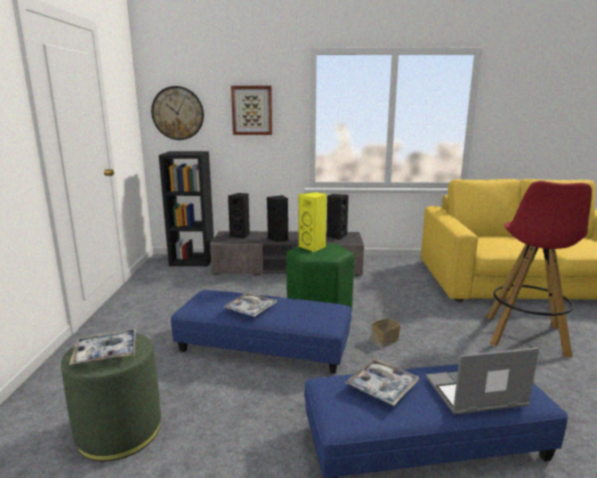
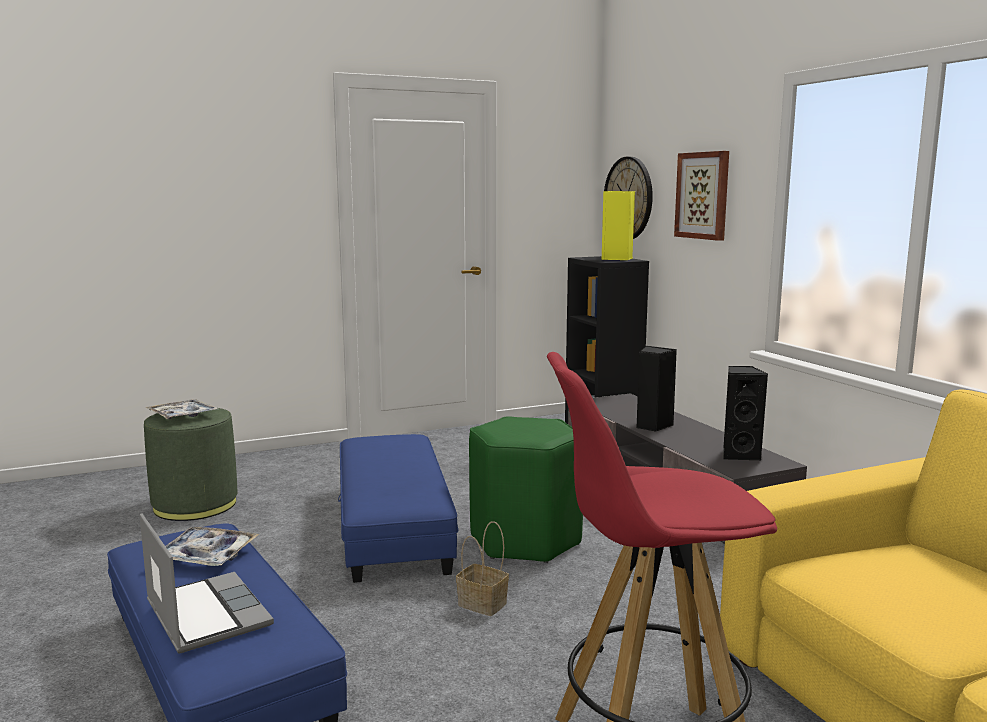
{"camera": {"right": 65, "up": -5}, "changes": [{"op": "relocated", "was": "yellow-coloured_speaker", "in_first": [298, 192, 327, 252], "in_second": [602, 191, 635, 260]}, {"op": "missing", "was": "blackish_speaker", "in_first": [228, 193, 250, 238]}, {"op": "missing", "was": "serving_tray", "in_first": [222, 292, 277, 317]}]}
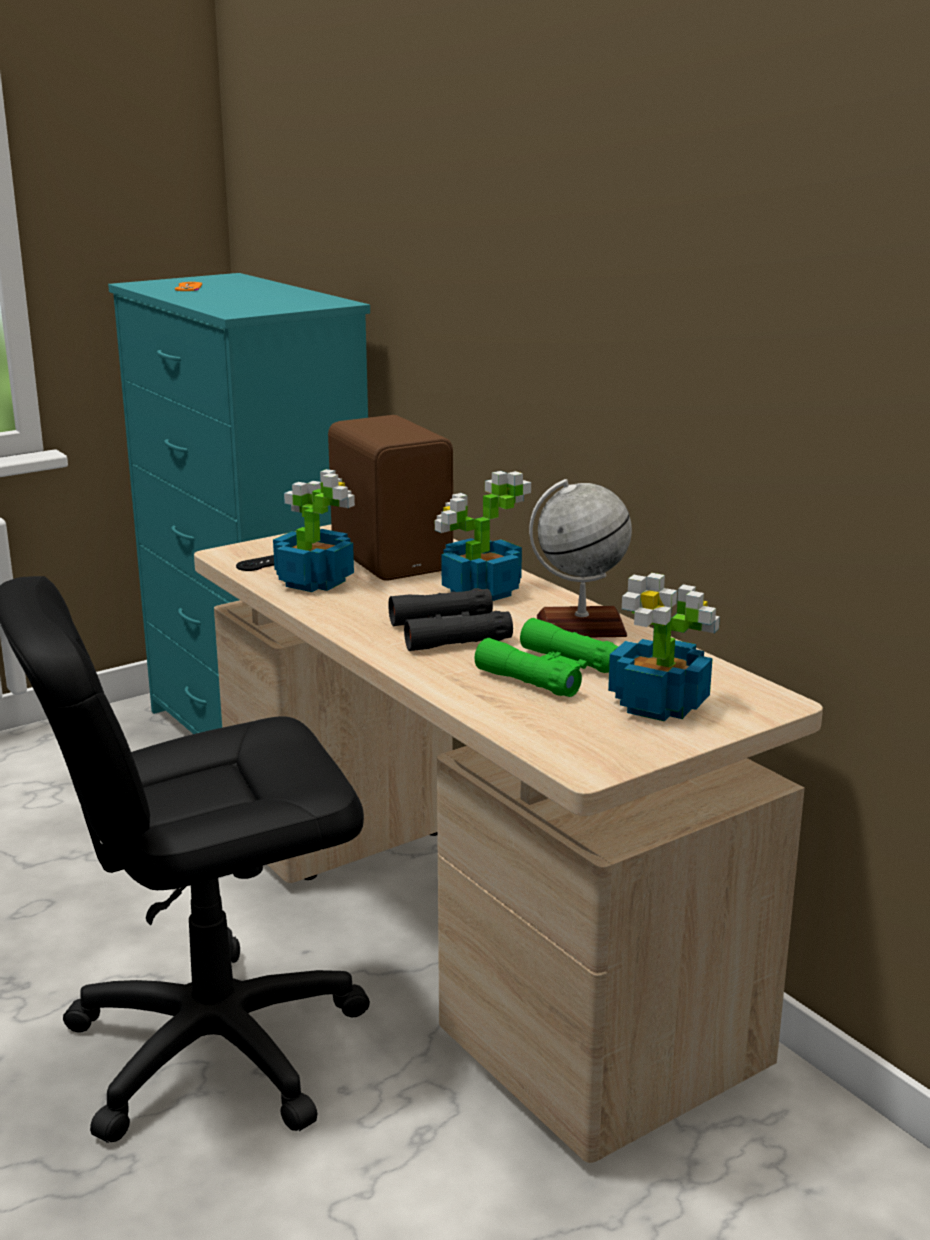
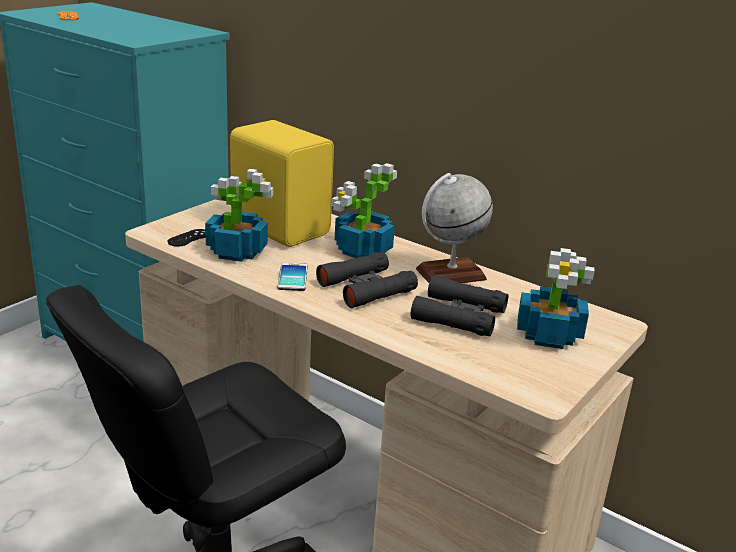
{"camera": {"right": -20, "up": 5}, "changes": [{"op": "colour", "was": "brownish_speaker", "now": "yellow-coloured_speaker", "in_first": [328, 415, 453, 580], "in_second": [230, 120, 334, 247]}, {"op": "colour", "was": "green_binoculars", "now": "blackish_binoculars", "in_first": [475, 618, 619, 697], "in_second": [410, 275, 508, 336]}, {"op": "appeared", "now": "handset", "in_second": [278, 263, 307, 291]}]}
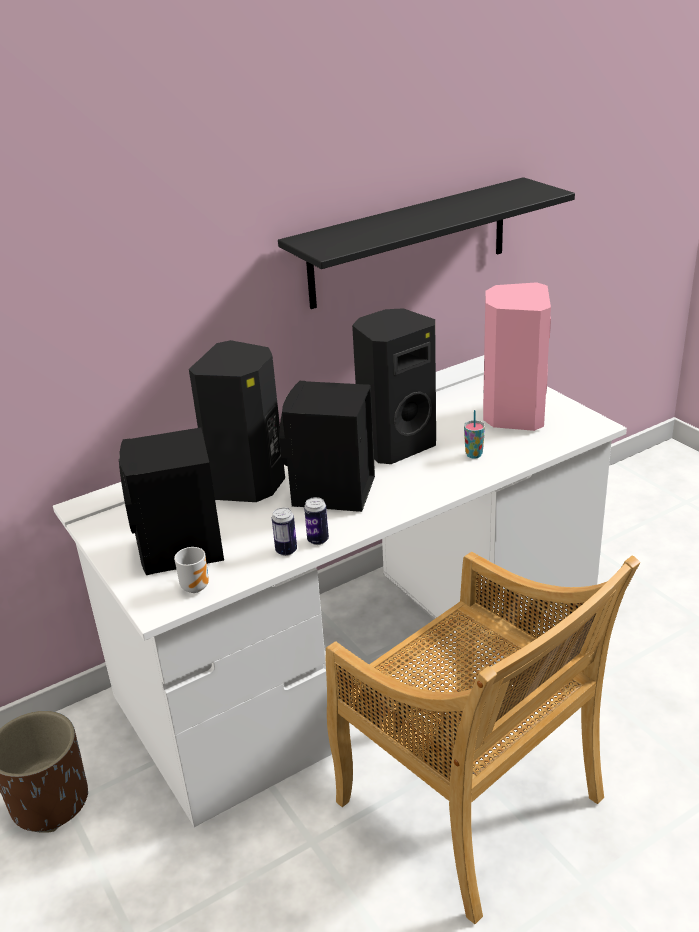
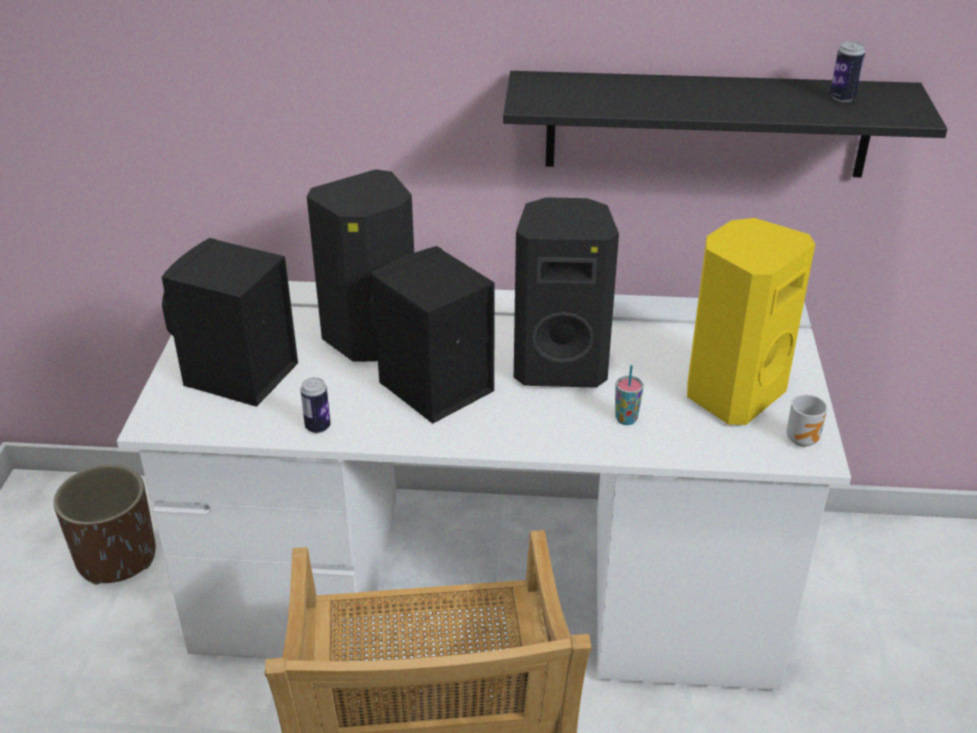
{"camera": {"right": 35, "up": 5}, "changes": [{"op": "colour", "was": "pink-coloured_speaker", "now": "yellow-coloured_speaker", "in_first": [483, 282, 551, 431], "in_second": [687, 218, 815, 425]}, {"op": "relocated", "was": "metal_can", "in_first": [304, 497, 329, 545], "in_second": [830, 41, 865, 102]}, {"op": "relocated", "was": "coffee_mug", "in_first": [174, 547, 209, 593], "in_second": [787, 395, 827, 447]}]}
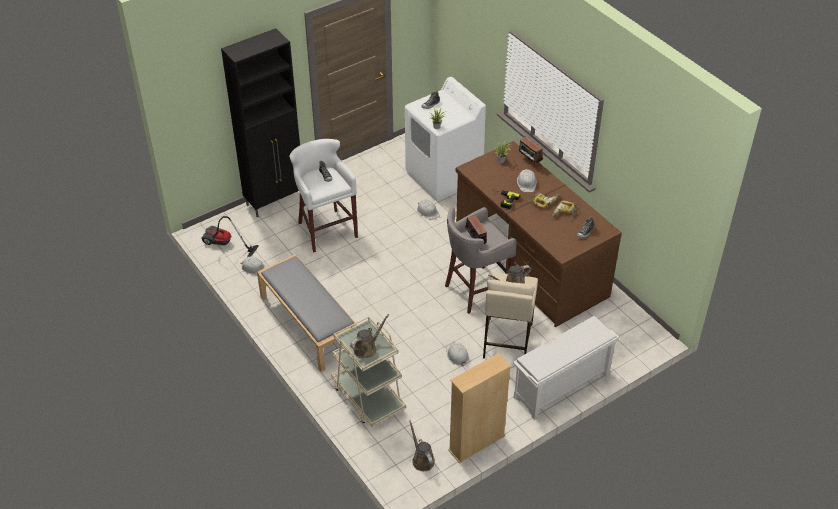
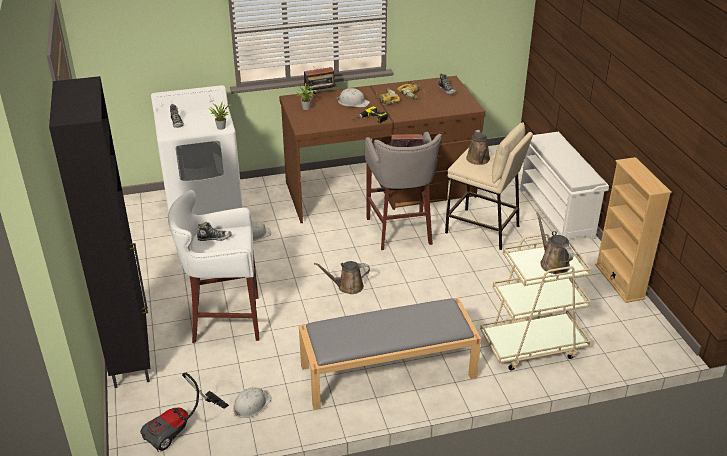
{"camera": {"right": -70, "up": -10}, "changes": [{"op": "missing", "was": "white_hard_hat", "in_first": [446, 342, 469, 366]}, {"op": "relocated", "was": "brownish_sprinkling_can", "in_first": [409, 421, 435, 471], "in_second": [314, 261, 370, 294]}]}
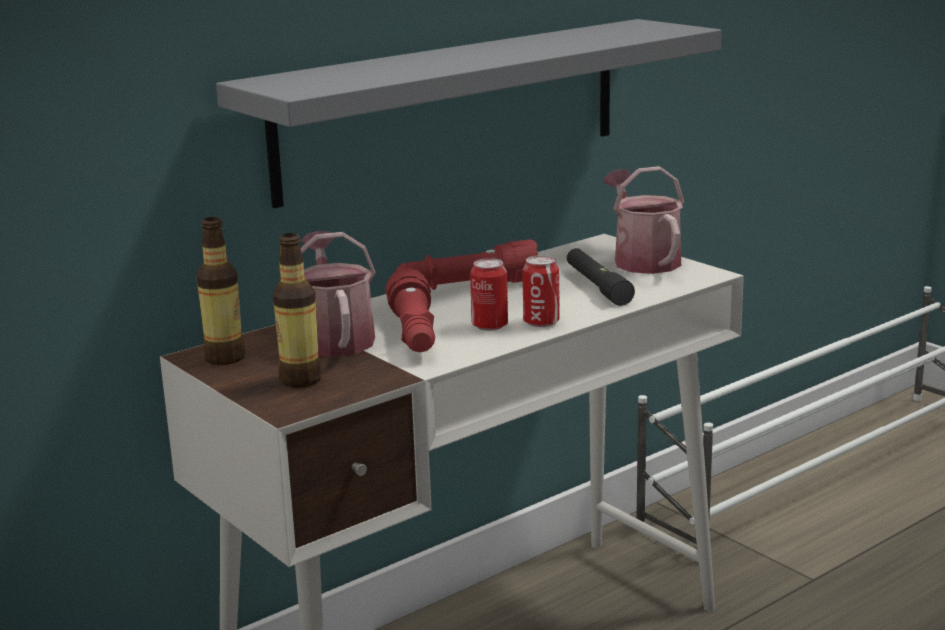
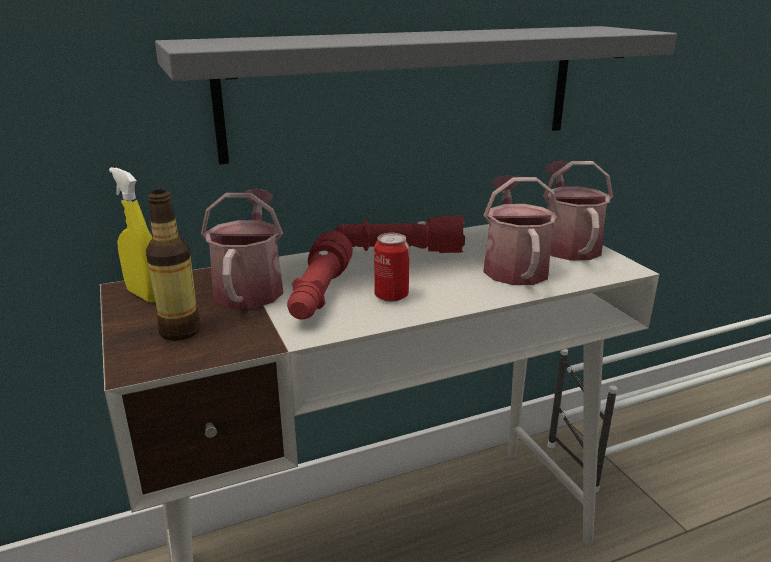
{"camera": {"right": 15, "up": 5}, "changes": [{"op": "exchanged", "was": "beverage_bottle", "now": "yellow-coloured_sprayer", "in_first": [196, 217, 245, 365], "in_second": [109, 167, 155, 302]}, {"op": "exchanged", "was": "blackish_flashlight", "now": "sprinkling_can", "in_first": [567, 248, 635, 306], "in_second": [483, 175, 560, 285]}, {"op": "missing", "was": "metal_can", "in_first": [523, 255, 560, 327]}]}
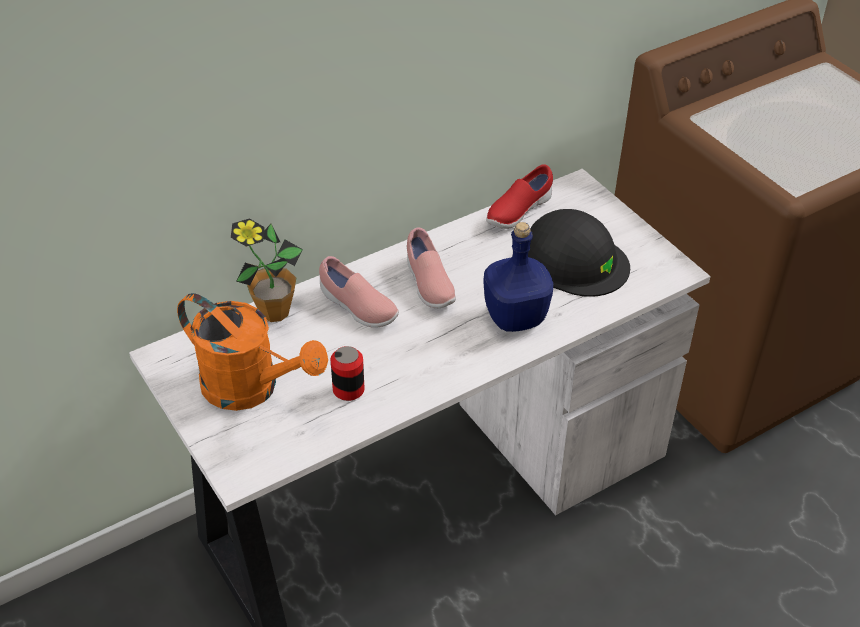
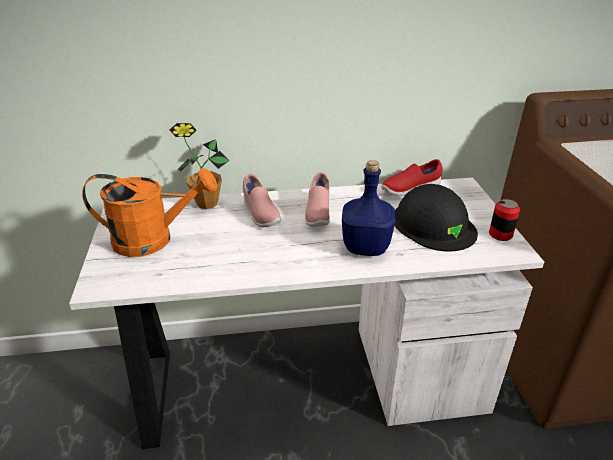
{"camera": {"right": 25, "up": -10}, "changes": [{"op": "spun", "was": "orangey_sprinkling_can", "in_first": [177, 293, 328, 411], "in_second": [82, 168, 217, 257], "clockwise": -60}, {"op": "relocated", "was": "metal_can", "in_first": [331, 346, 365, 401], "in_second": [489, 199, 520, 241]}]}
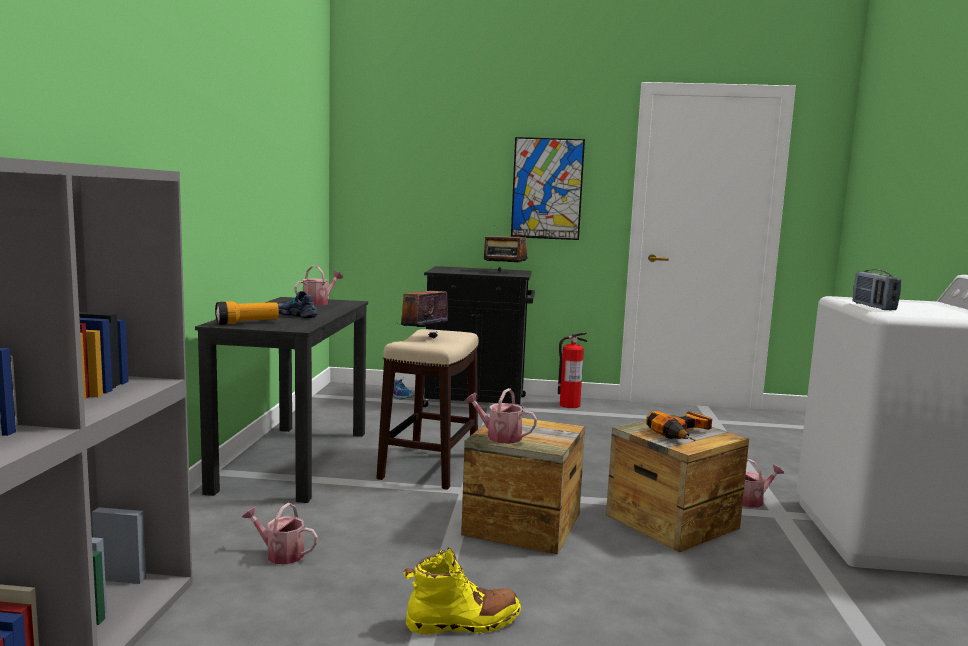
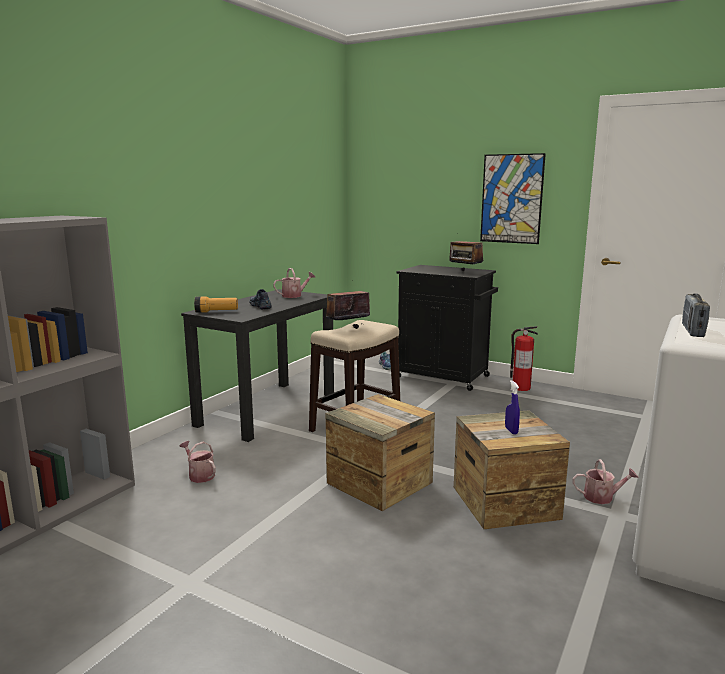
{"camera": {"right": 25, "up": 5}, "changes": [{"op": "missing", "was": "sprinkling_can", "in_first": [464, 388, 537, 444]}, {"op": "exchanged", "was": "power_drill", "now": "blue_sprayer", "in_first": [646, 411, 712, 441], "in_second": [505, 380, 520, 435]}, {"op": "missing", "was": "yellow-coloured_tall_boot", "in_first": [403, 548, 521, 636]}]}
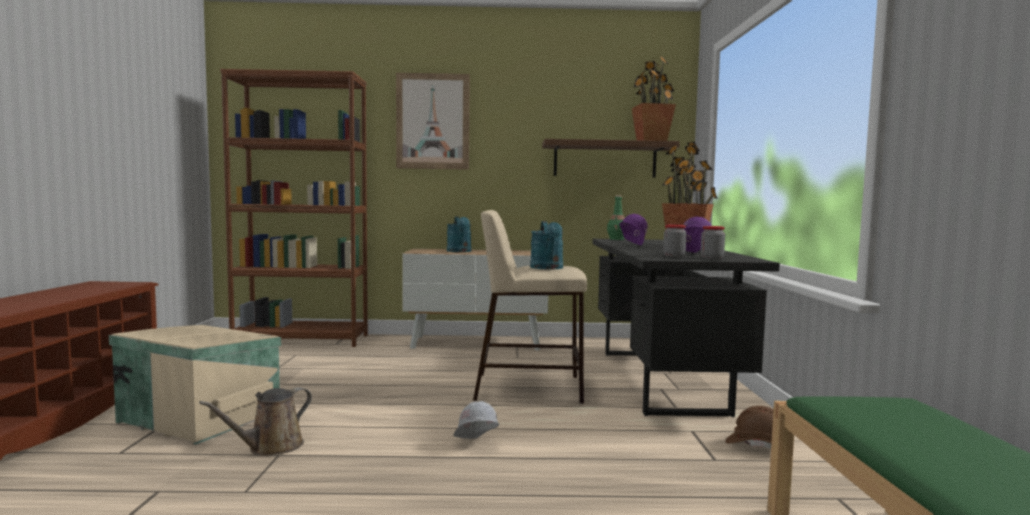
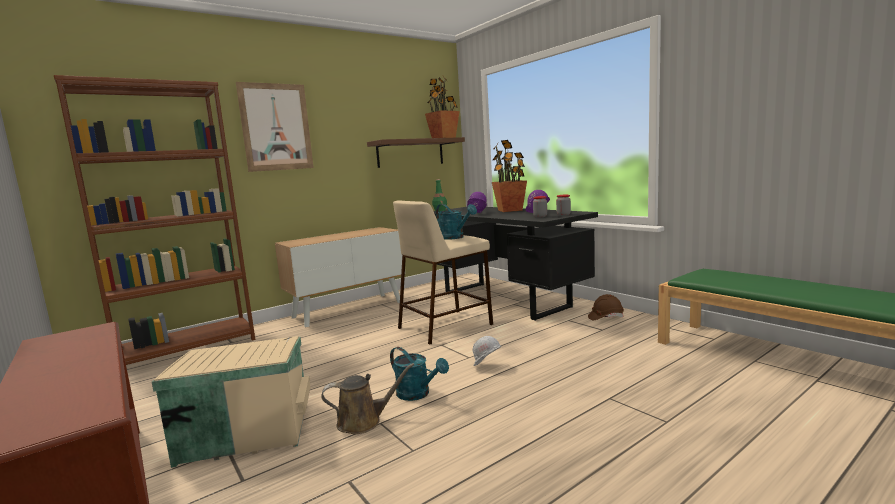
{"camera": {"right": -35, "up": 5}, "changes": [{"op": "relocated", "was": "blue-green_sprinkling_can", "in_first": [447, 216, 471, 252], "in_second": [390, 347, 449, 401]}, {"op": "spun", "was": "brownish_sprinkling_can", "in_first": [199, 387, 312, 456], "in_second": [321, 363, 414, 434], "clockwise": -105}]}
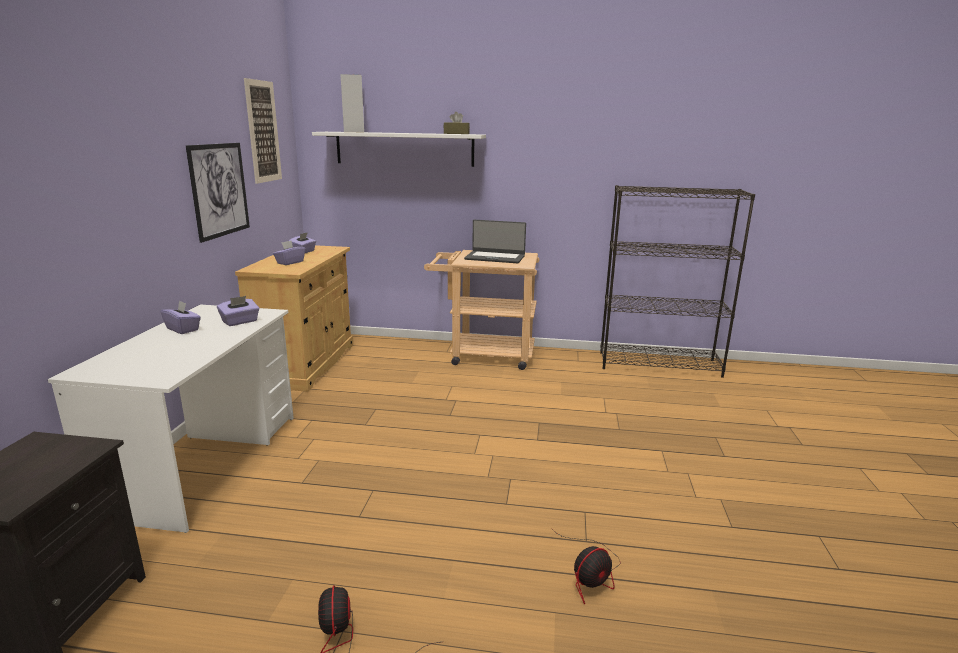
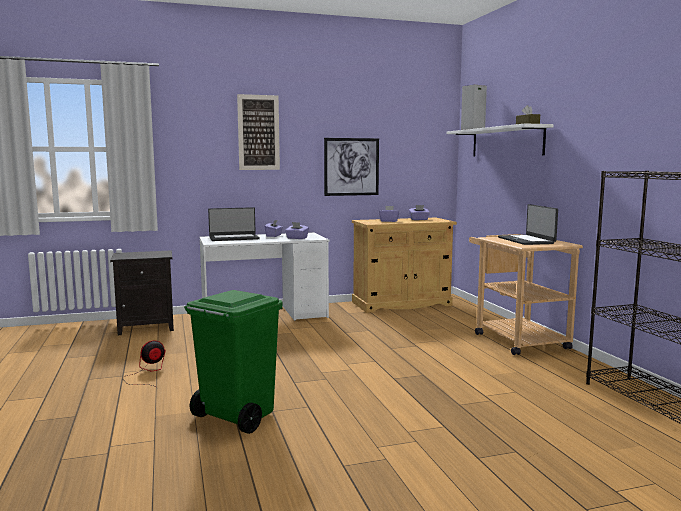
{"camera": {"right": 65, "up": -10}, "changes": [{"op": "relocated", "was": "wall_picture", "in_first": [244, 78, 282, 184], "in_second": [237, 94, 280, 170]}, {"op": "exchanged", "was": "cooling_fan", "now": "green_waste_bin", "in_first": [551, 528, 621, 604], "in_second": [184, 290, 283, 434]}, {"op": "appeared", "now": "portable_computer", "in_second": [208, 207, 260, 241]}]}
